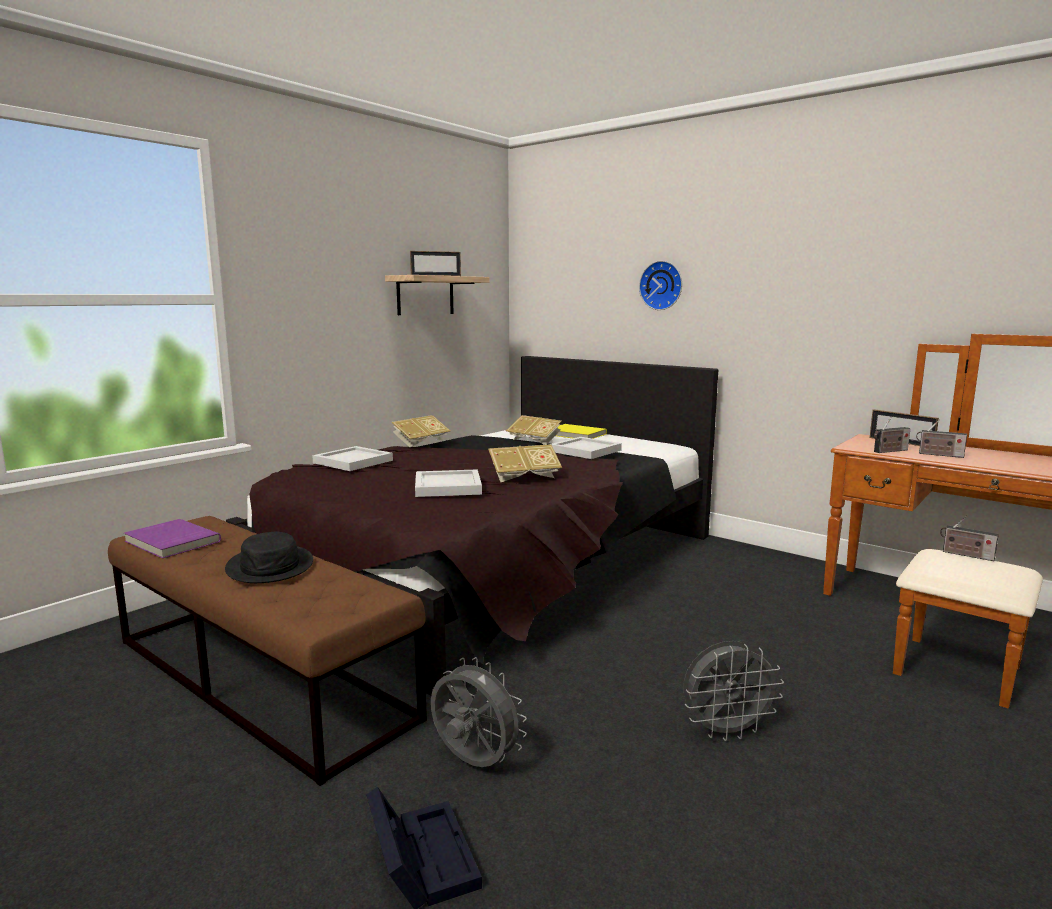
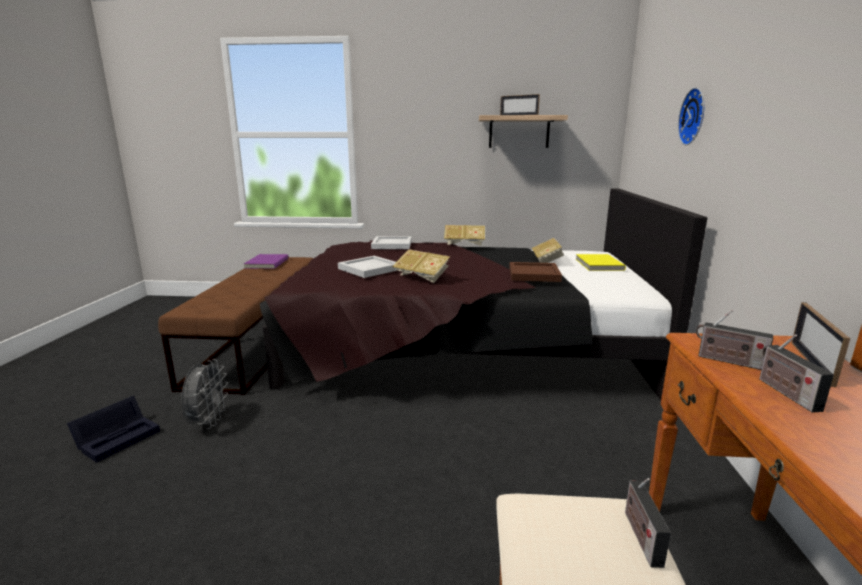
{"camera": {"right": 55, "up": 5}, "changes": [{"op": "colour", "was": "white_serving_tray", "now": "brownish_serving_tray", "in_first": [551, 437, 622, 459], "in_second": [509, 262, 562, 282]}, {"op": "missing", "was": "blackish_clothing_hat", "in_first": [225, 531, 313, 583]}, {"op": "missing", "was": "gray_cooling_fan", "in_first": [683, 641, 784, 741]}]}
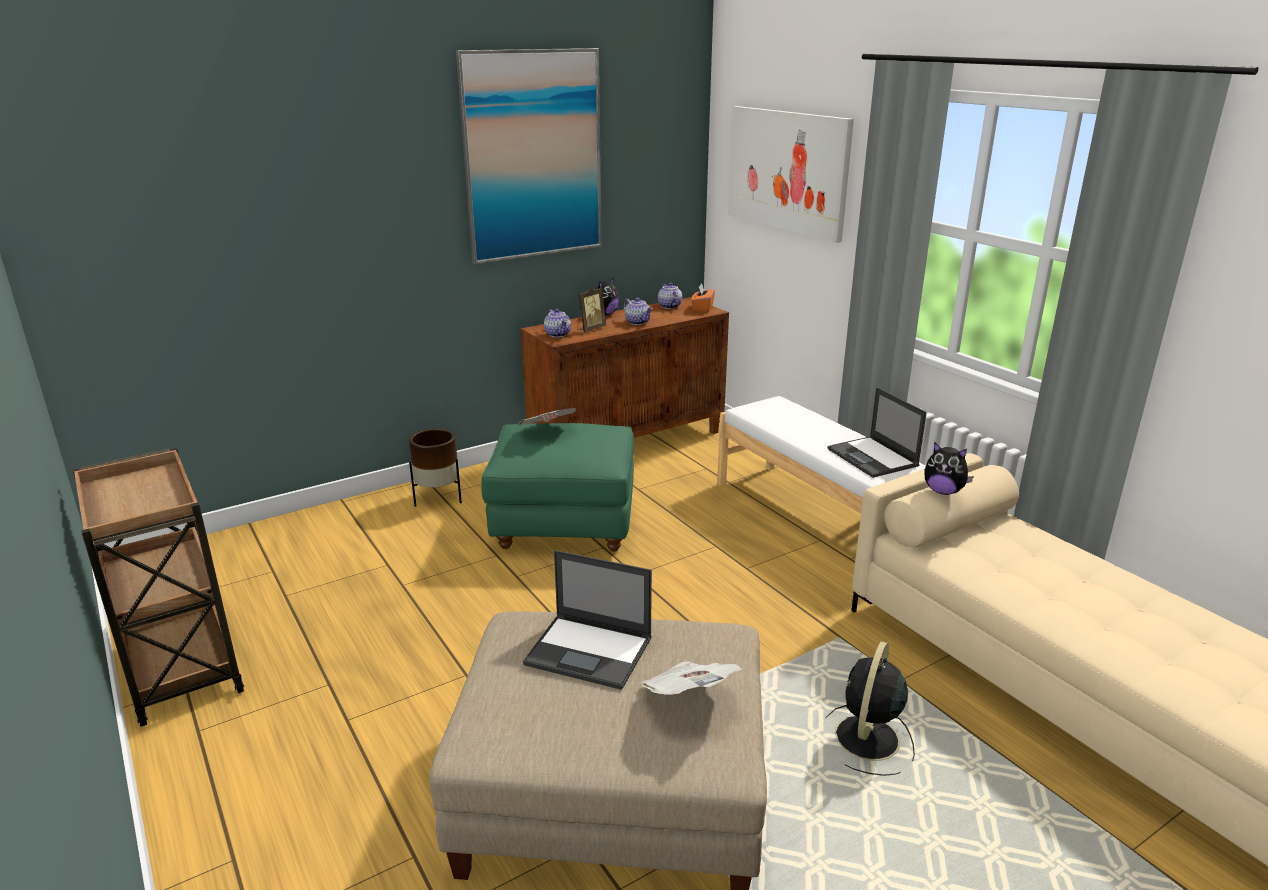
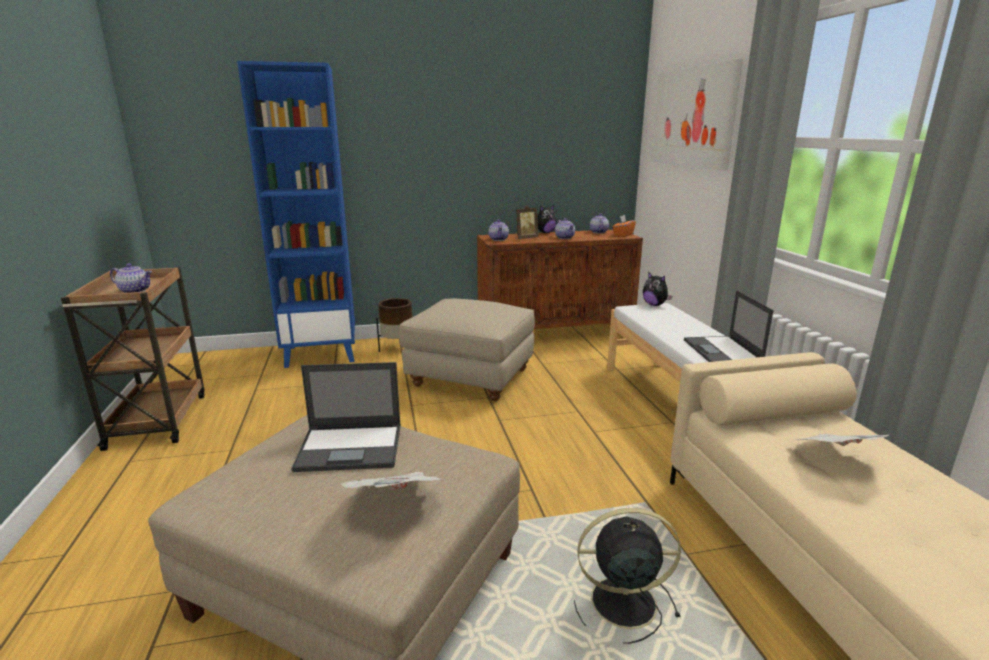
{"camera": {"right": 20, "up": -5}, "changes": [{"op": "missing", "was": "wall_picture", "in_first": [456, 48, 602, 264]}, {"op": "relocated", "was": "newspaper", "in_first": [518, 408, 576, 425], "in_second": [795, 434, 890, 446]}, {"op": "colour", "was": "green_pouffe", "now": "beige_pouffe", "in_first": [482, 423, 634, 552], "in_second": [399, 299, 535, 402]}, {"op": "relocated", "was": "soft_toy", "in_first": [924, 442, 974, 495], "in_second": [643, 273, 672, 306]}, {"op": "spun", "was": "portable_computer", "in_first": [523, 550, 652, 690], "in_second": [291, 362, 401, 472], "clockwise": -45}, {"op": "spun", "was": "blackish_cooling_fan", "in_first": [825, 641, 915, 776], "in_second": [574, 508, 681, 644], "clockwise": 45}, {"op": "appeared", "now": "blue_shelving_unit", "in_second": [237, 61, 355, 368]}, {"op": "appeared", "now": "teapot", "in_second": [110, 263, 152, 293]}]}
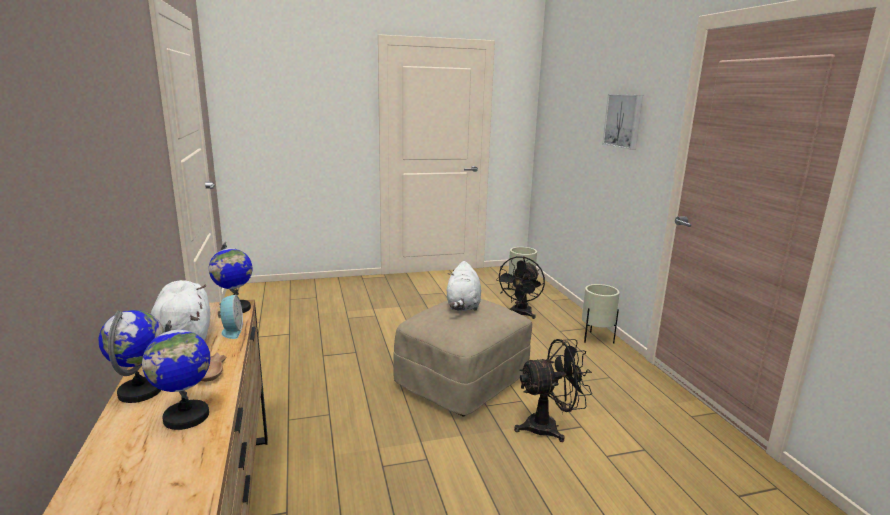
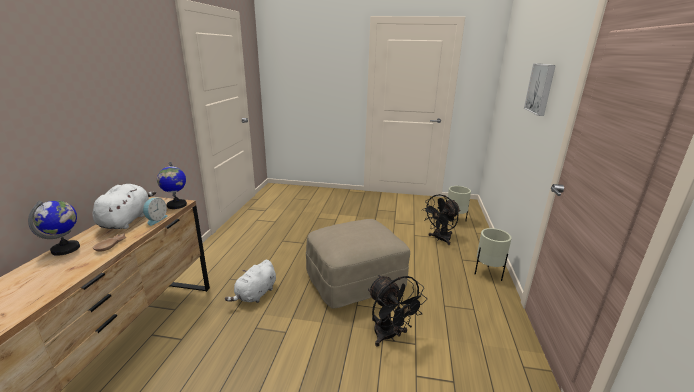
{"camera": {"right": 25, "up": 5}, "changes": [{"op": "relocated", "was": "white_soft_toy", "in_first": [447, 261, 481, 311], "in_second": [225, 260, 276, 303]}, {"op": "missing", "was": "desk_globe", "in_first": [142, 320, 211, 430]}, {"op": "spun", "was": "blackish_cooling_fan", "in_first": [514, 339, 592, 442], "in_second": [368, 275, 427, 347], "clockwise": 45}]}
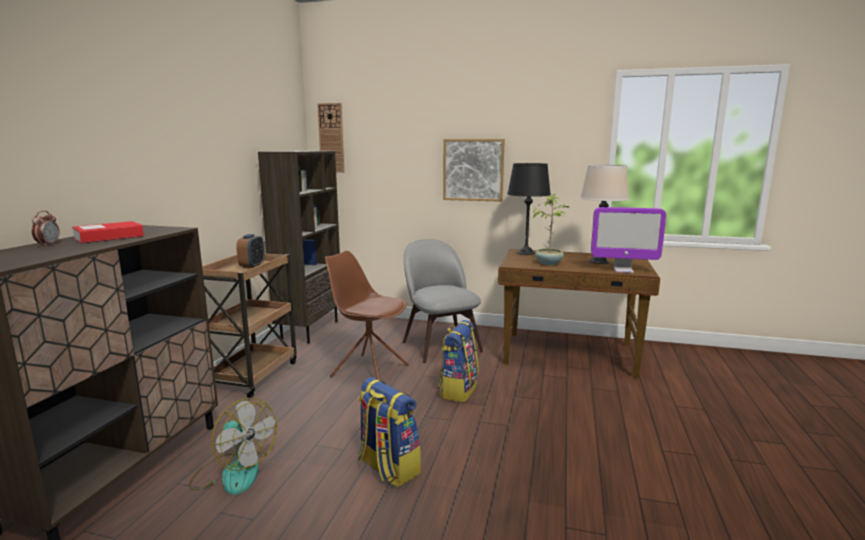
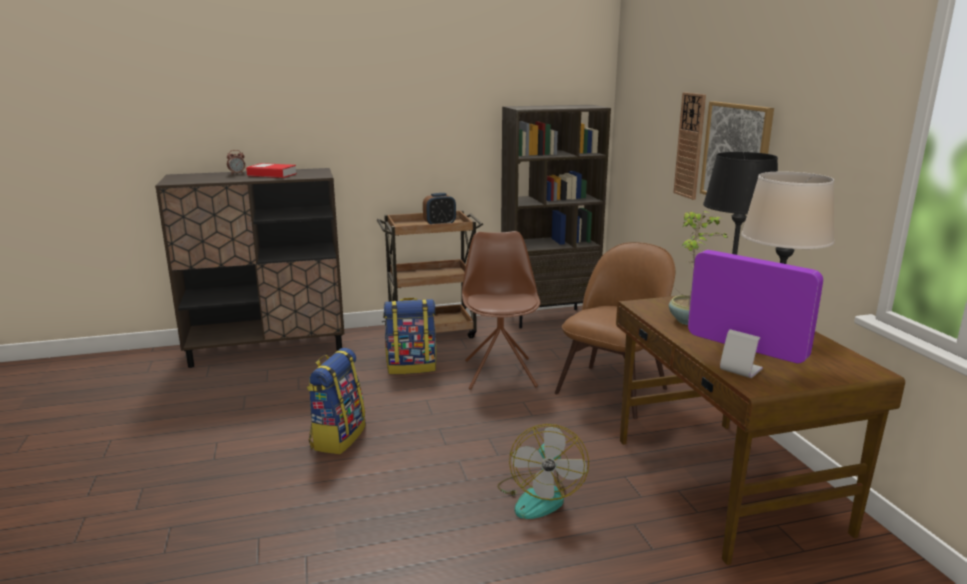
{"camera": {"right": 60, "up": 5}, "changes": [{"op": "relocated", "was": "clock_on_the_wall", "in_first": [317, 103, 344, 173], "in_second": [673, 92, 706, 200]}, {"op": "spun", "was": "computer_display", "in_first": [591, 207, 666, 273], "in_second": [688, 250, 823, 378], "clockwise": 150}, {"op": "colour", "was": "gray_chair", "now": "brownish_chair", "in_first": [403, 239, 483, 363], "in_second": [555, 242, 675, 419]}, {"op": "relocated", "was": "rucksack", "in_first": [438, 320, 479, 402], "in_second": [383, 298, 436, 374]}, {"op": "relocated", "was": "cooling_fan", "in_first": [189, 397, 277, 495], "in_second": [497, 424, 589, 519]}]}
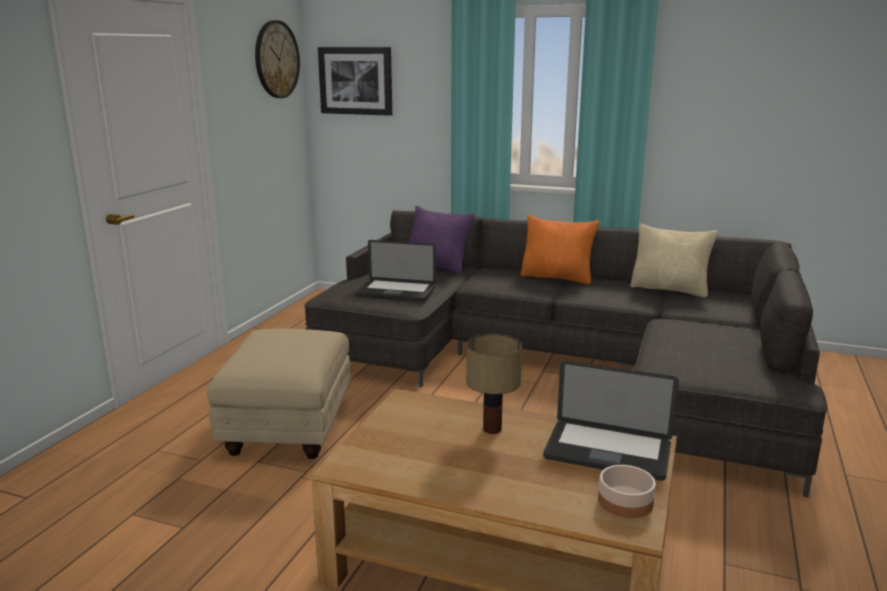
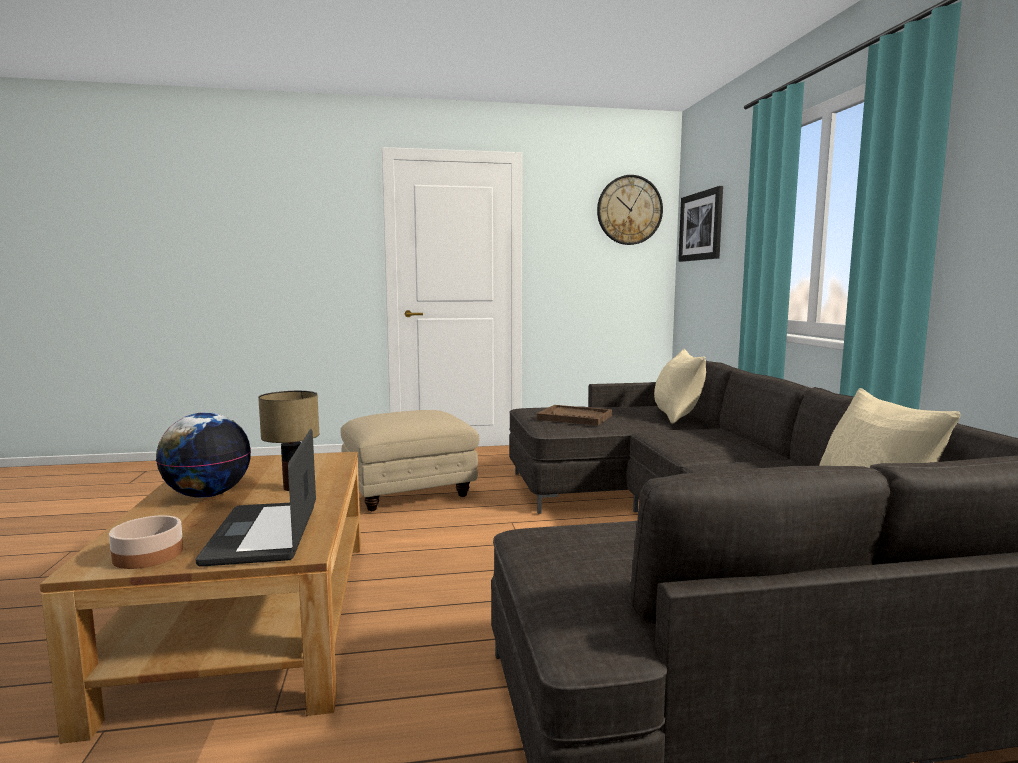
{"camera": {"right": 60, "up": -10}, "changes": [{"op": "colour", "was": "purple_throw_pillow", "now": "beige_throw_pillow", "in_first": [409, 206, 475, 274], "in_second": [654, 349, 706, 423]}, {"op": "missing", "was": "orangey_throw_pillow", "in_first": [521, 215, 600, 285]}, {"op": "exchanged", "was": "portable_computer", "now": "brownish_serving_tray", "in_first": [356, 240, 436, 301], "in_second": [537, 405, 612, 426]}, {"op": "appeared", "now": "desk_globe", "in_second": [156, 412, 251, 498]}]}
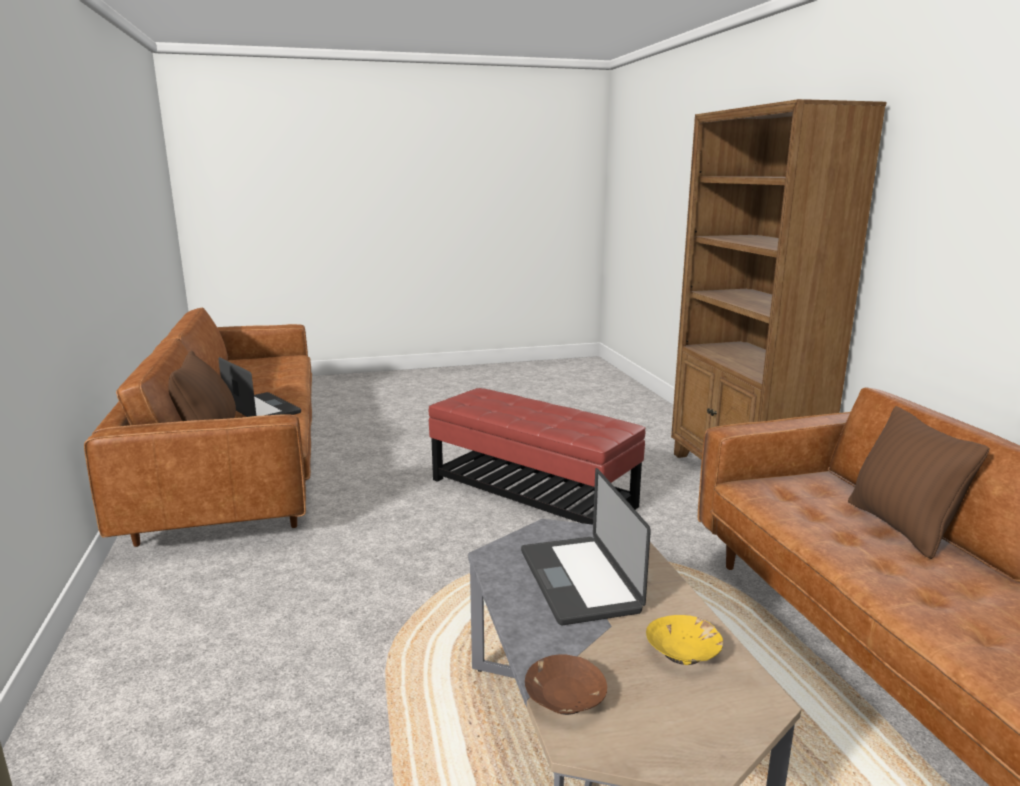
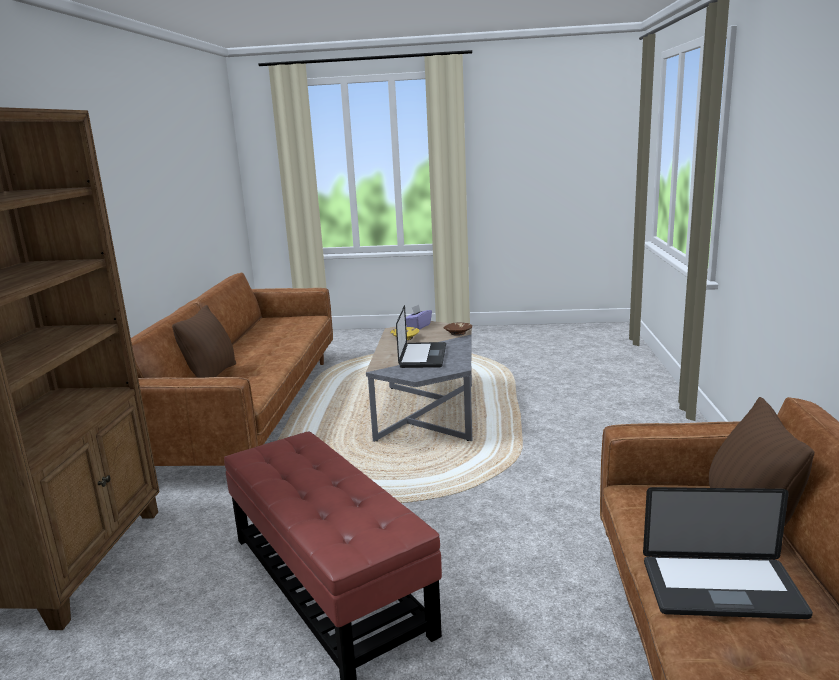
{"camera": {"right": -160, "up": 0}, "changes": [{"op": "spun", "was": "portable_computer", "in_first": [218, 357, 301, 417], "in_second": [643, 487, 813, 619], "clockwise": -60}, {"op": "appeared", "now": "purple_box_of_tissues", "in_second": [406, 305, 432, 329]}]}
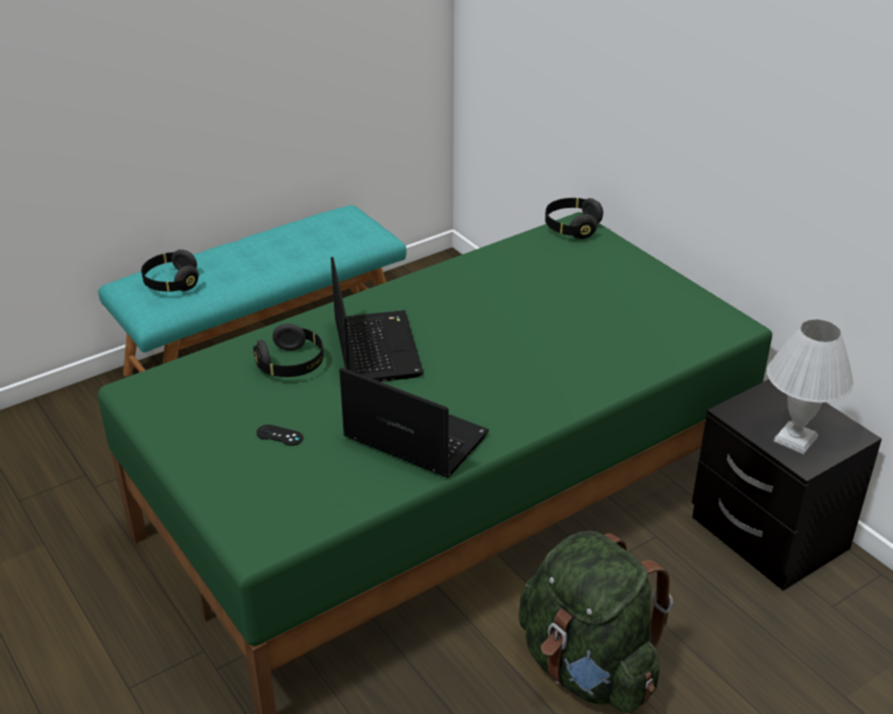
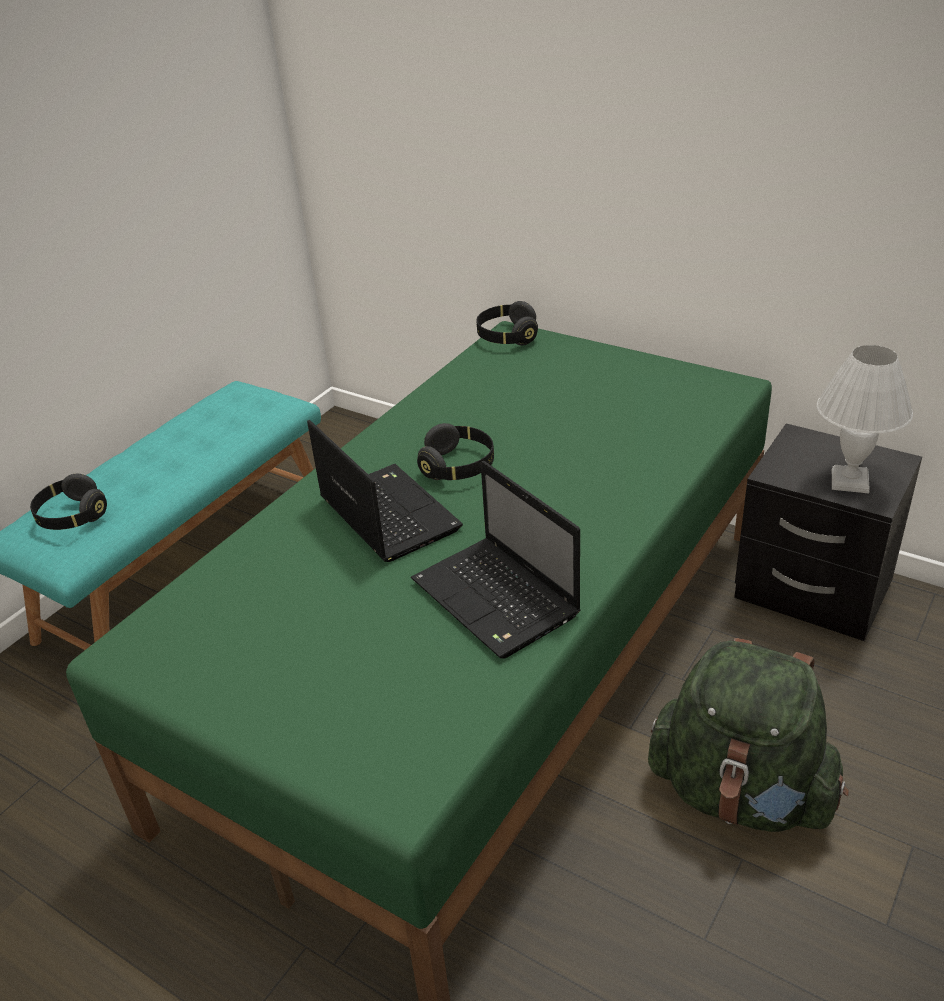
{"camera": {"right": -20, "up": 0}, "changes": [{"op": "relocated", "was": "blackish_pair_of_headphones", "in_first": [253, 323, 324, 377], "in_second": [417, 423, 494, 480]}, {"op": "spun", "was": "portable_computer", "in_first": [339, 368, 489, 477], "in_second": [411, 461, 581, 659], "clockwise": -135}, {"op": "missing", "was": "blackish_gamepad", "in_first": [256, 425, 303, 446]}]}
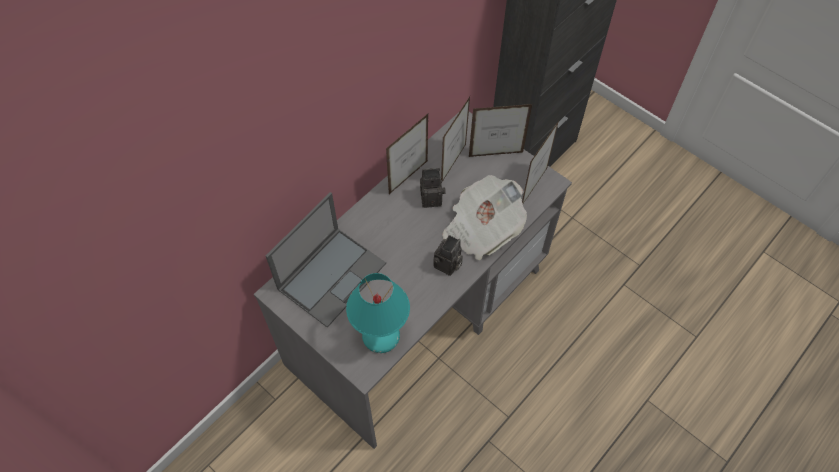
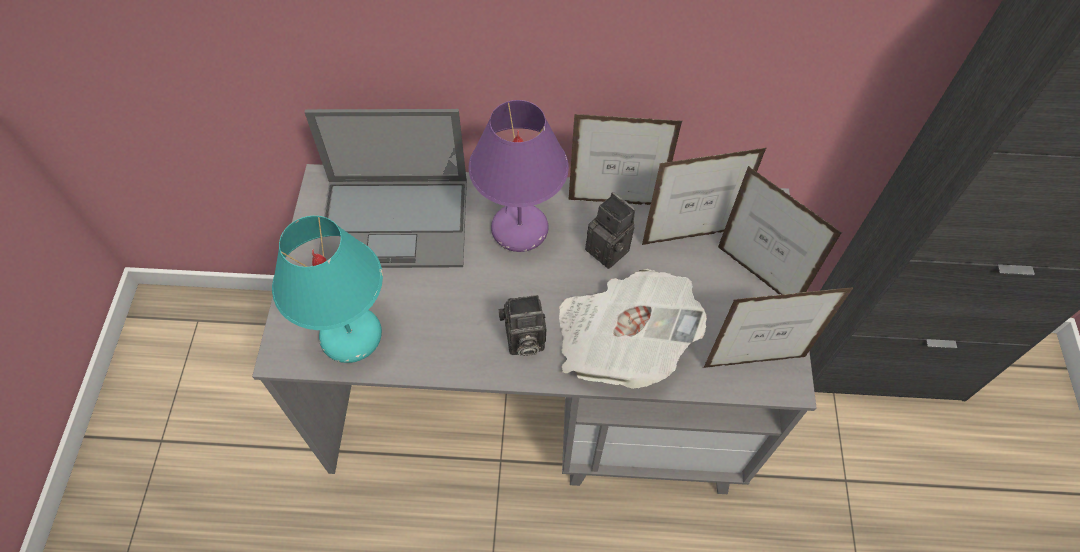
{"camera": {"right": 50, "up": 0}, "changes": [{"op": "appeared", "now": "purple_table_lamp", "in_second": [469, 100, 569, 252]}]}
